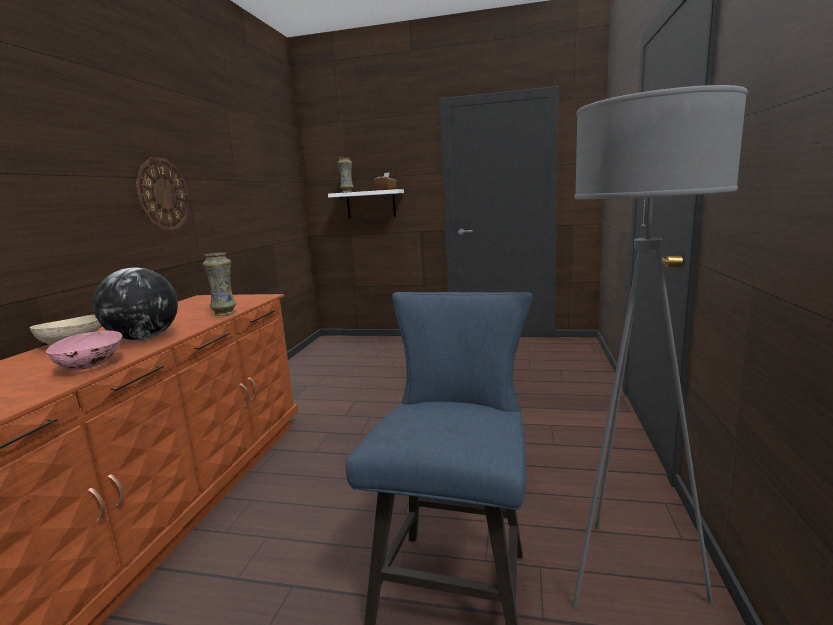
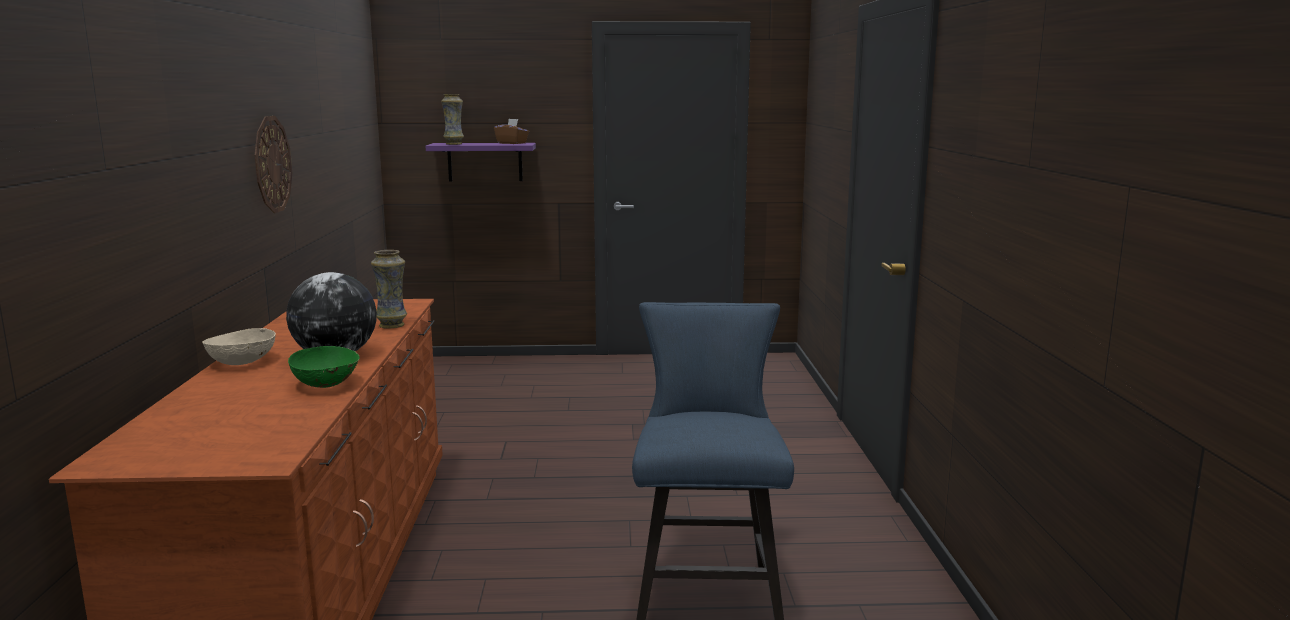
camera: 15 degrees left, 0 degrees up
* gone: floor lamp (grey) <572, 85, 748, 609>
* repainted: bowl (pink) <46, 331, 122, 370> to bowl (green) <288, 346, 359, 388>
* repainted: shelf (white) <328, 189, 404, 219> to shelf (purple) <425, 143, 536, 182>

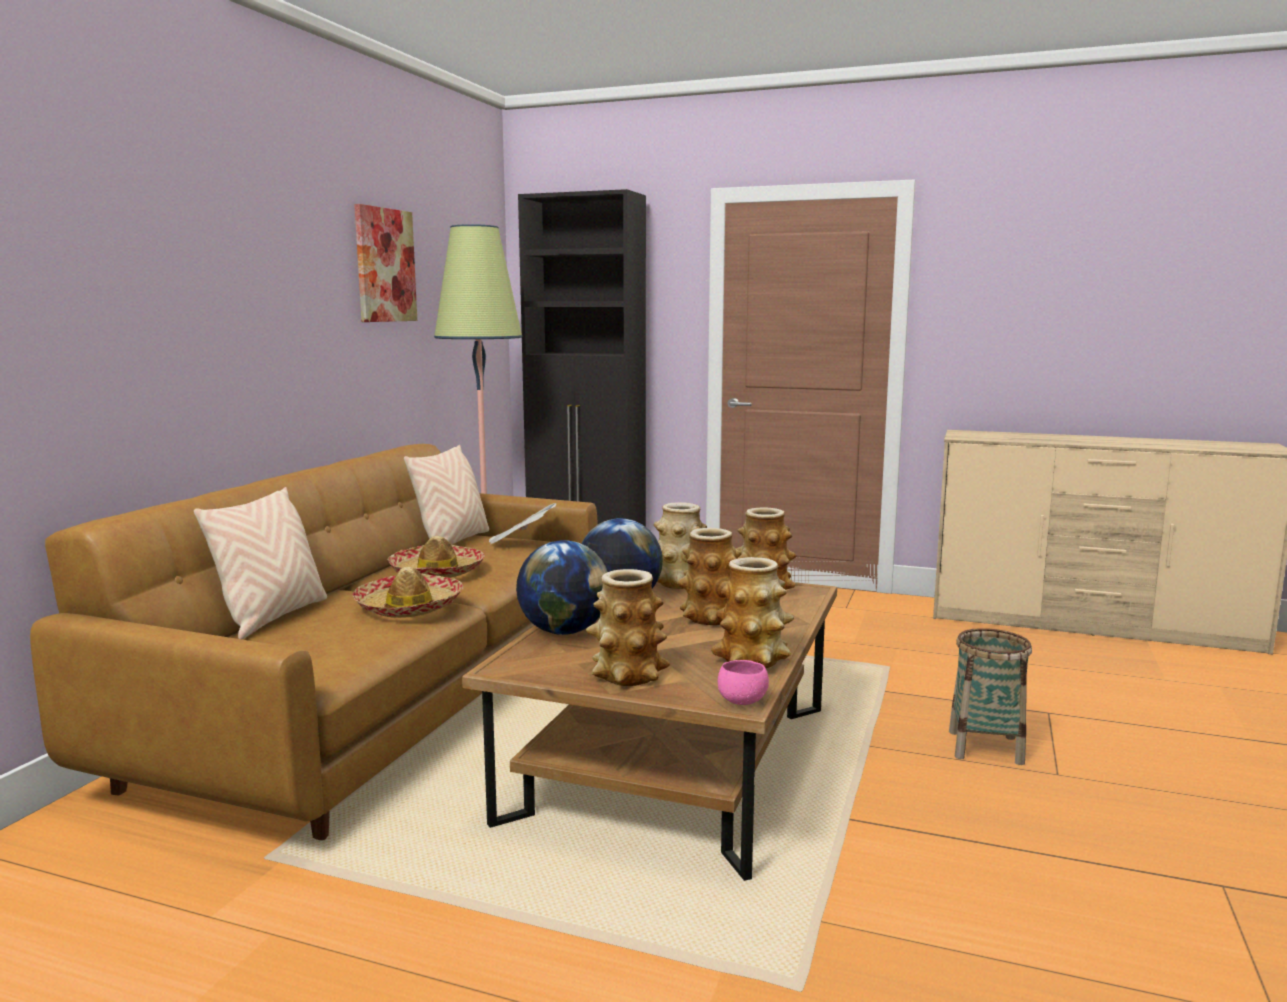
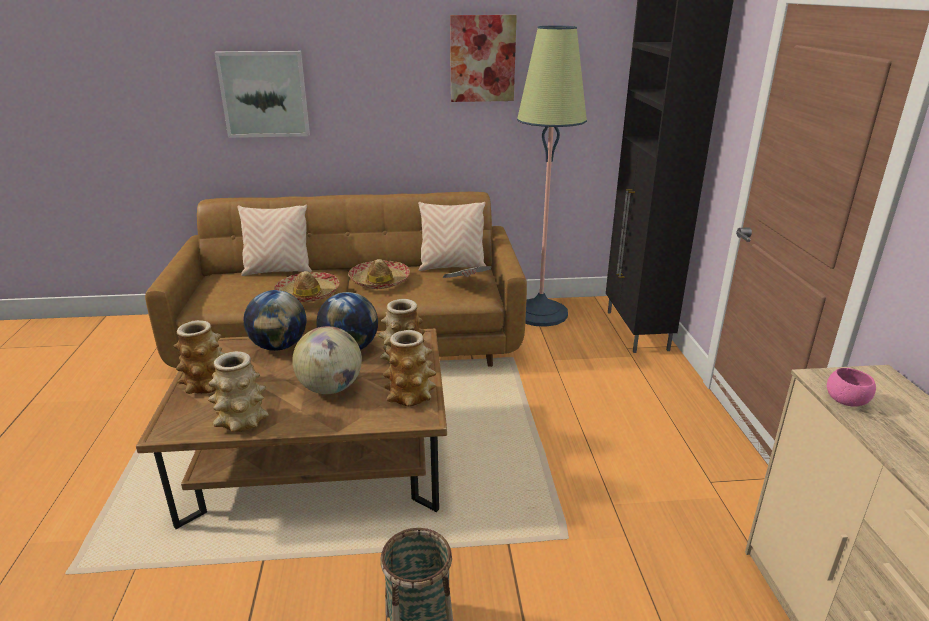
camera: 65 degrees right, 15 degrees up
* new: picture <214, 51, 310, 138>
* shifted: bowl (pink) <718, 660, 769, 705> to <827, 368, 876, 407>
* swapped: vase <677, 528, 742, 625> to globe <292, 326, 362, 394>

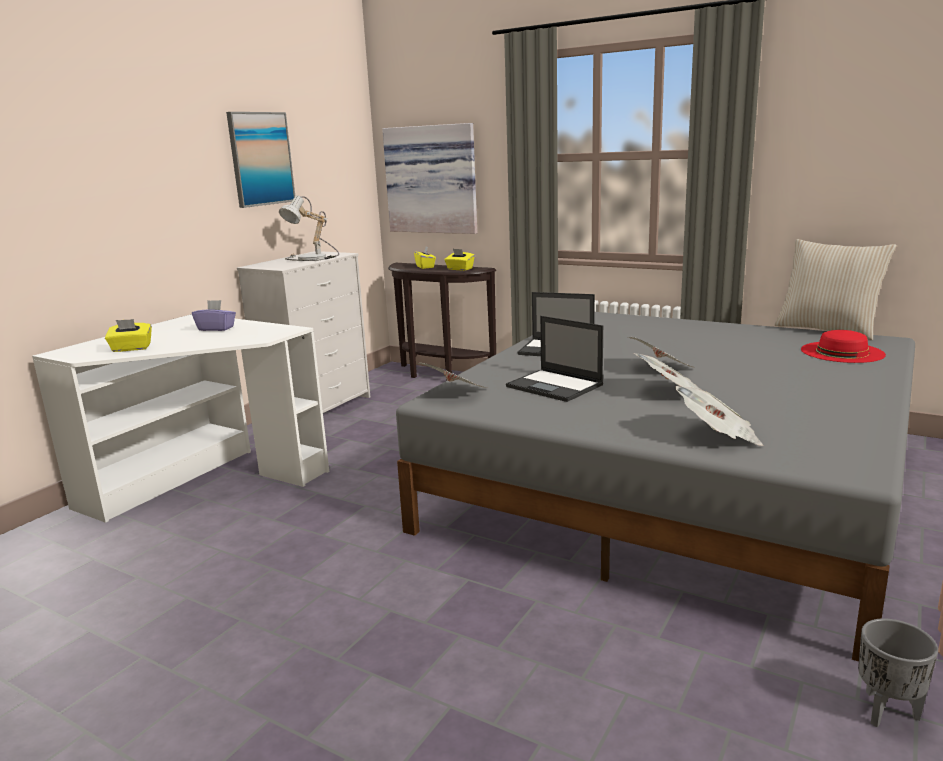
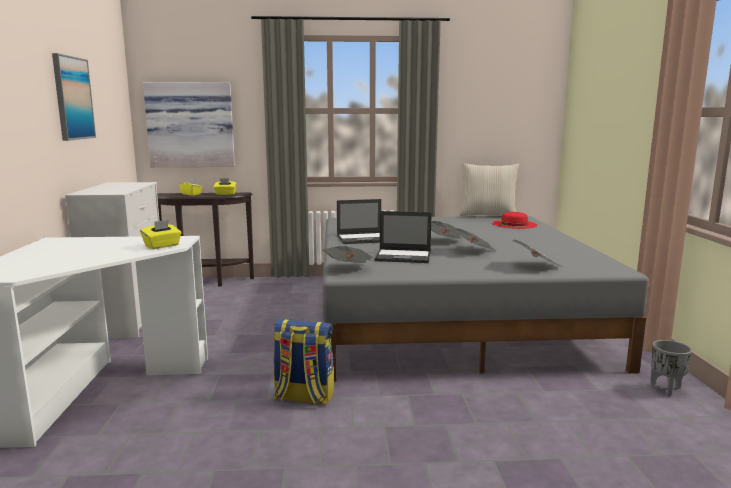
camera: 35 degrees left, 5 degrees down
* gone: tissue box (purple) <192, 300, 236, 331>
* gone: table lamp <279, 195, 339, 261>
* new: backpack <273, 319, 334, 405>
* shifted: tissue box (yellow) <105, 319, 152, 352> to <140, 220, 182, 249>

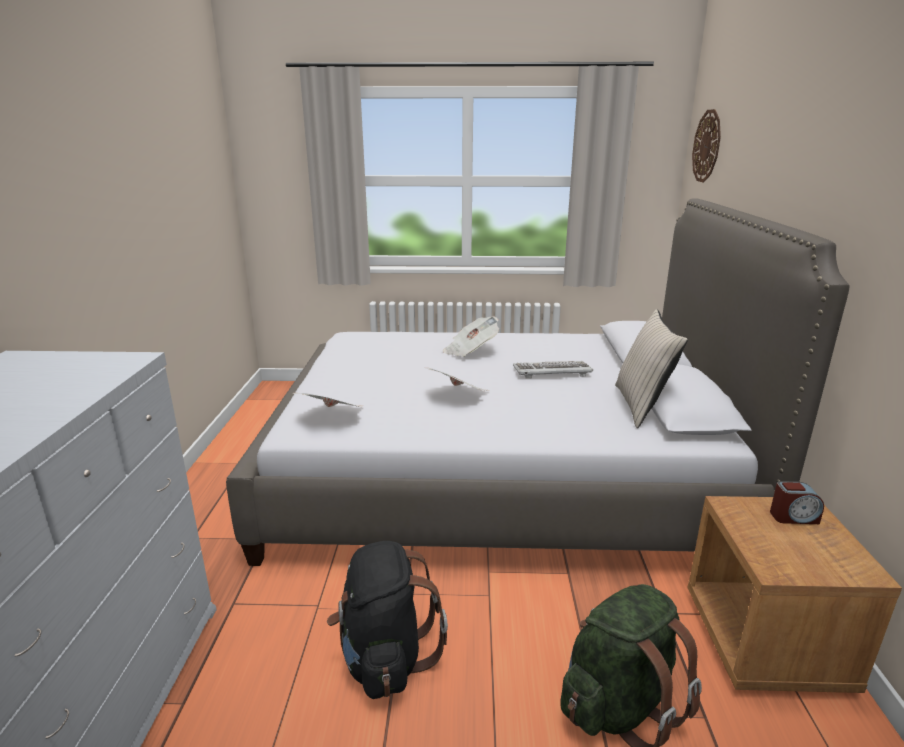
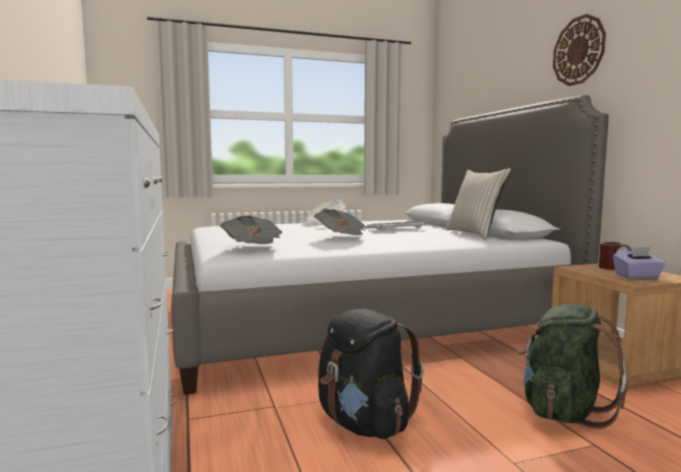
camera: 20 degrees left, 15 degrees down
* new: tissue box (purple) <613, 247, 665, 279>
* shifted: wall clock <692, 109, 721, 182> to <553, 14, 606, 86>

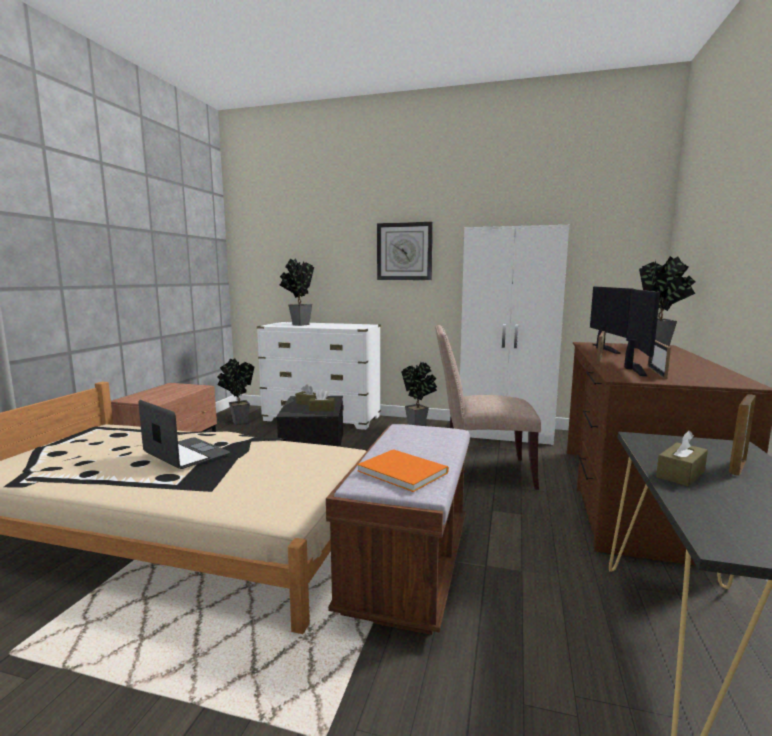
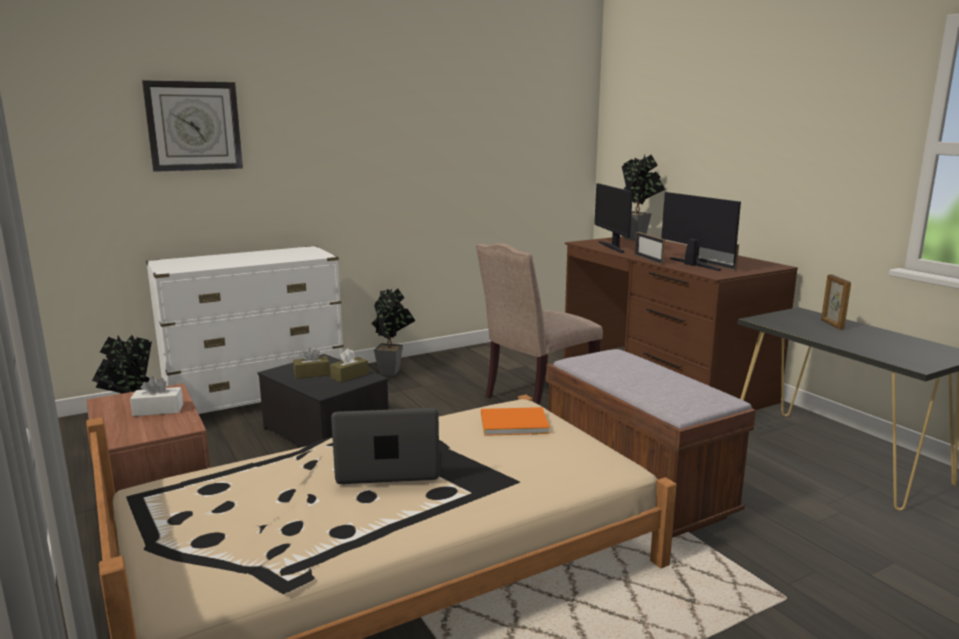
camera: 45 degrees left, 5 degrees up
* gone: potted plant <280, 258, 314, 326>
* gone: wardrobe (white) <460, 225, 569, 445>
* gone: tissue box (brown) <656, 431, 708, 486>
* new: tissue box (white) <130, 376, 183, 416>
* shifted: book (orange) <357, 449, 449, 492> to <481, 407, 550, 436>
* shifted: wall clock <377, 222, 433, 280> to <142, 80, 243, 172>
* rotated: monitor <590, 287, 632, 354> = <594, 183, 633, 253> 150 degrees counterclockwise

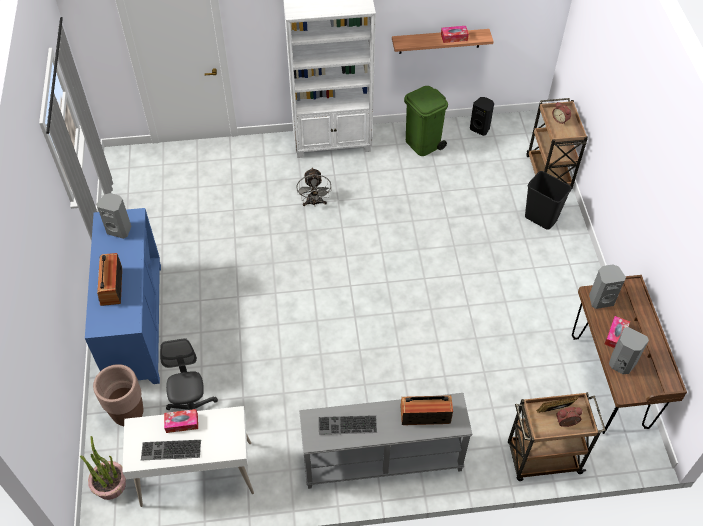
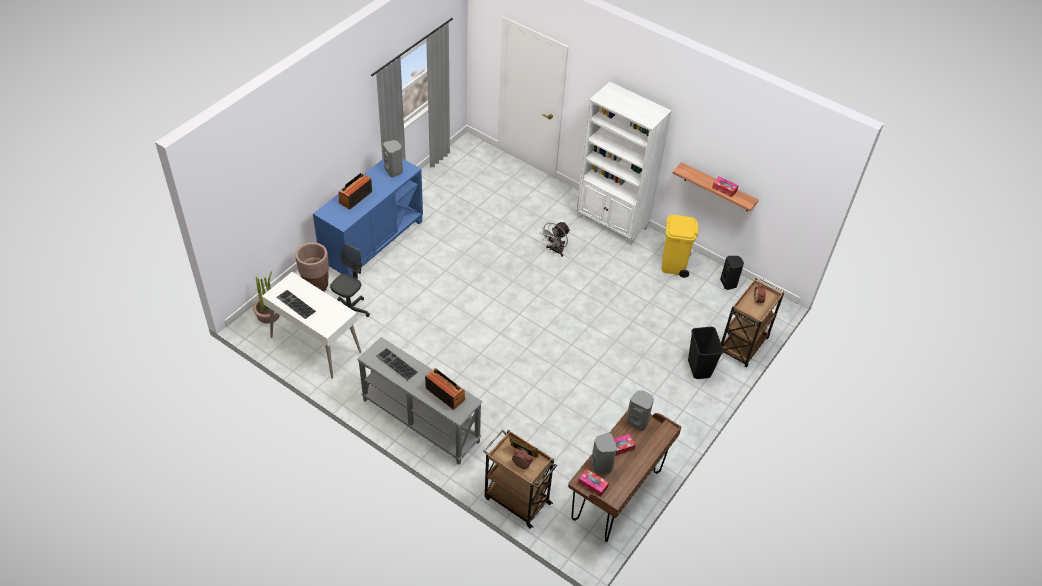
camera: 40 degrees right, 5 degrees down
* shifted: tissue box <164, 409, 198, 433> to <578, 469, 609, 497>
* repainted: trash can (green) <404, 86, 448, 156> to trash can (yellow) <661, 215, 699, 278>

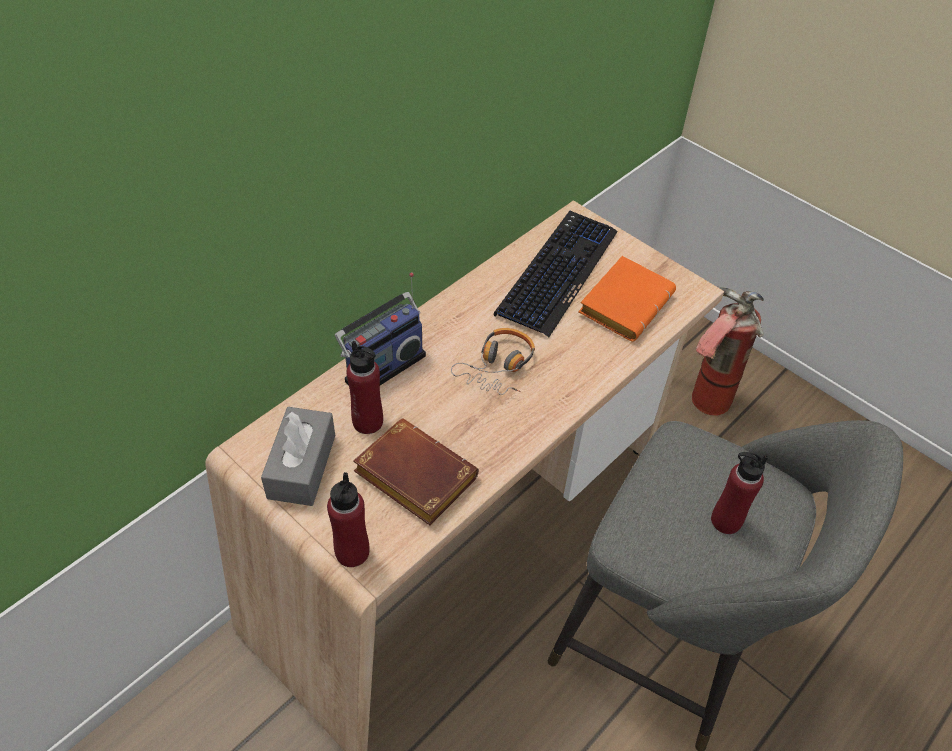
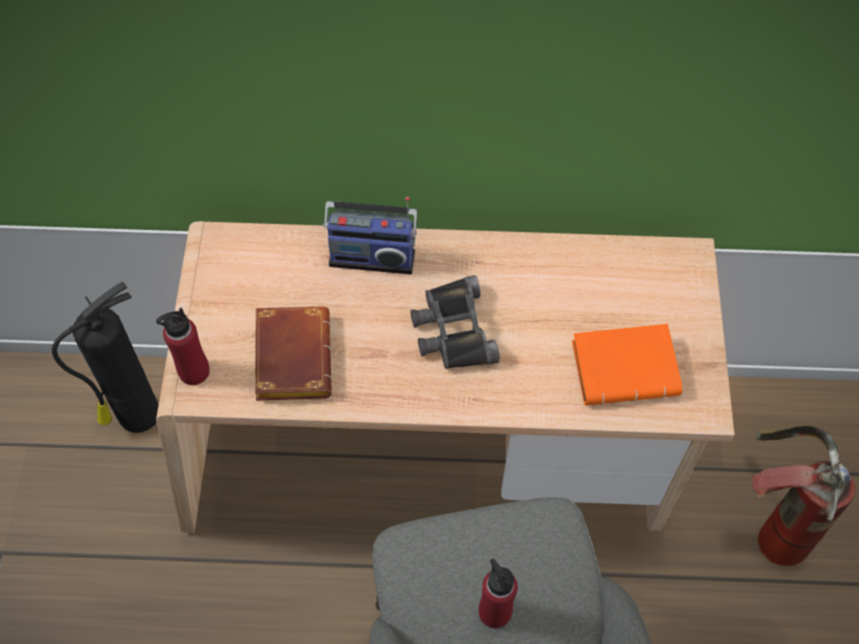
camera: 50 degrees right, 10 degrees up
* gone: tissue box (grey) <261, 407, 335, 506>
* gone: bottle (red) <347, 341, 383, 434>
* gone: keyboard <493, 211, 618, 337>
* new: fire extinguisher <52, 282, 159, 433>
* swapped: headphones <451, 328, 535, 395> to binoculars (black) <411, 275, 500, 369>

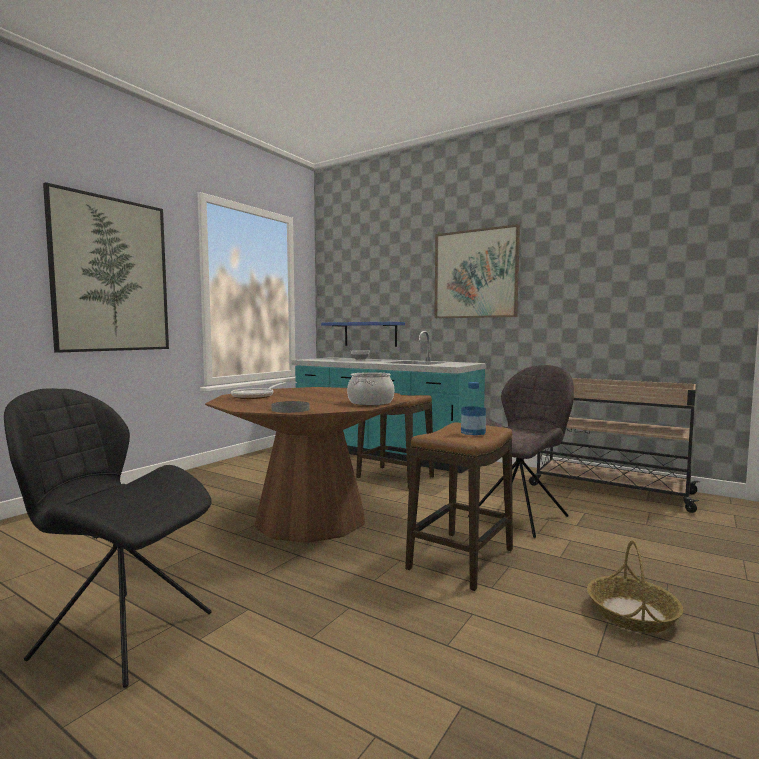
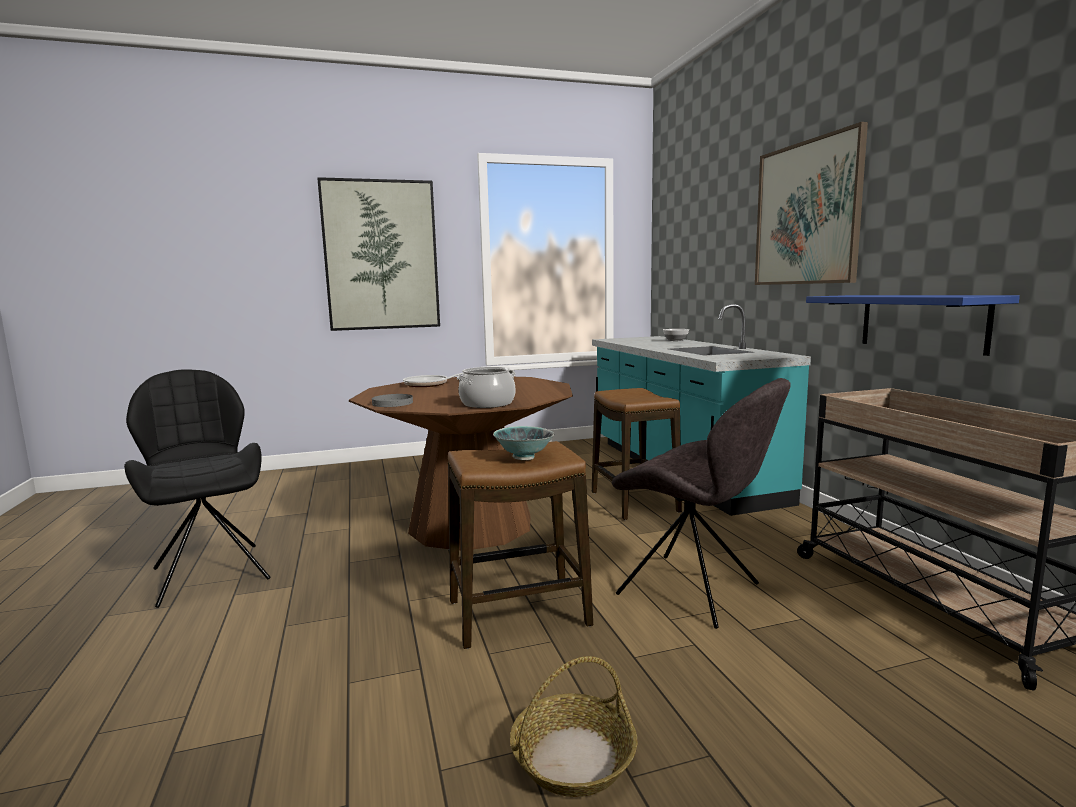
camera: 40 degrees right, 5 degrees up
* shifted: shelf (blue) <321, 322, 405, 347> to <806, 295, 1020, 356>
* swapped: bottle <461, 382, 486, 435> to bowl <493, 426, 554, 460>
* rotated: chair (grey) <468, 365, 574, 538> = <611, 378, 791, 629> 45 degrees clockwise

